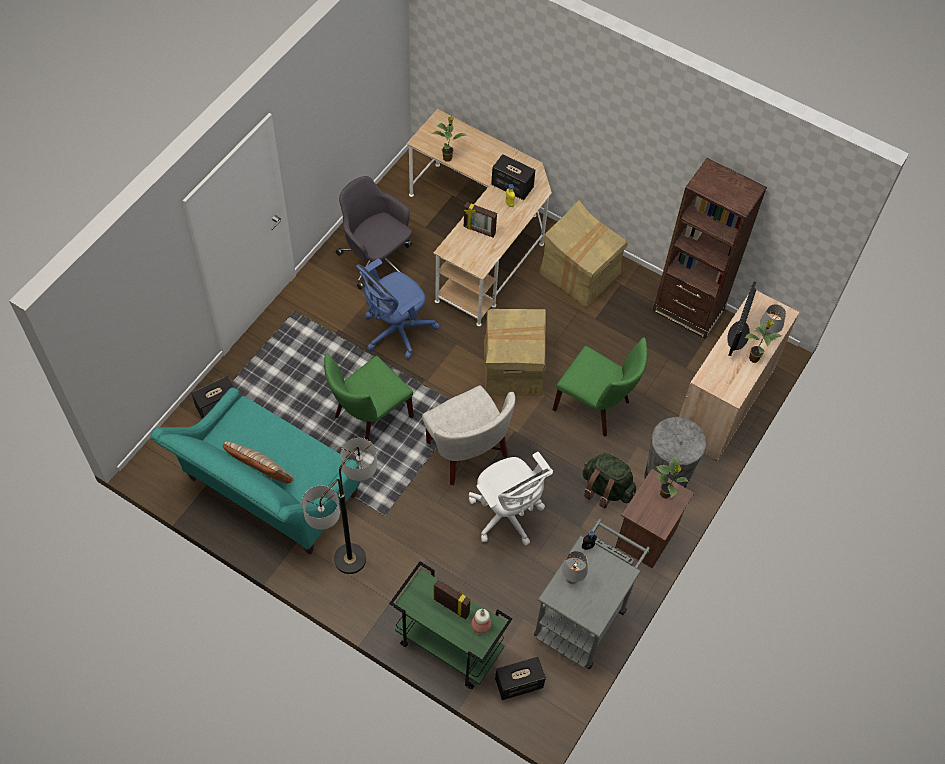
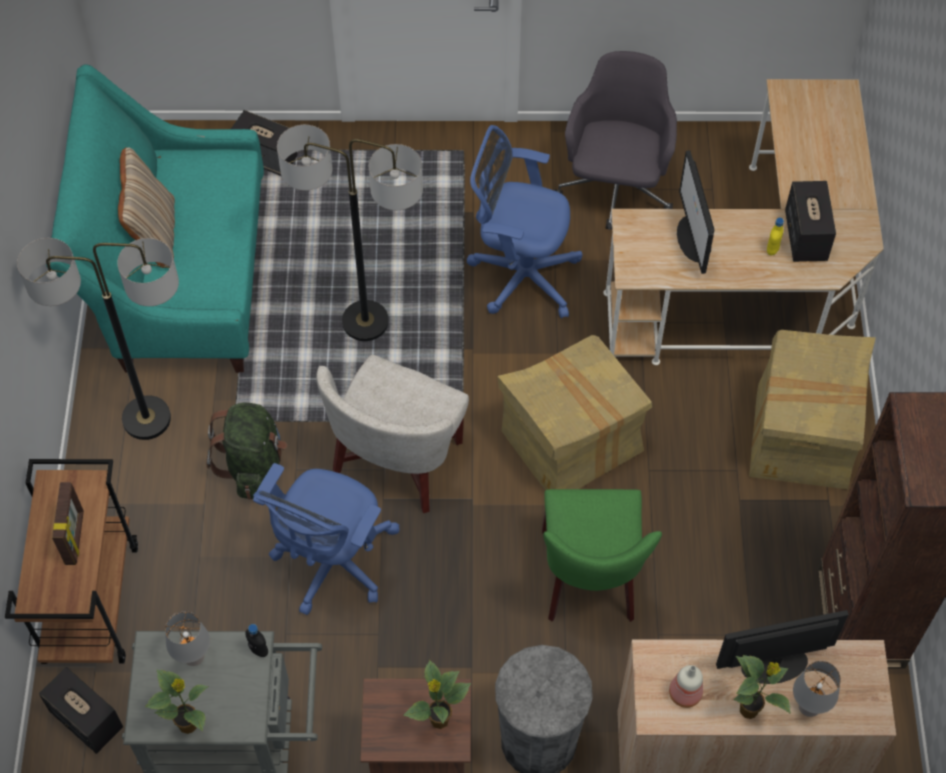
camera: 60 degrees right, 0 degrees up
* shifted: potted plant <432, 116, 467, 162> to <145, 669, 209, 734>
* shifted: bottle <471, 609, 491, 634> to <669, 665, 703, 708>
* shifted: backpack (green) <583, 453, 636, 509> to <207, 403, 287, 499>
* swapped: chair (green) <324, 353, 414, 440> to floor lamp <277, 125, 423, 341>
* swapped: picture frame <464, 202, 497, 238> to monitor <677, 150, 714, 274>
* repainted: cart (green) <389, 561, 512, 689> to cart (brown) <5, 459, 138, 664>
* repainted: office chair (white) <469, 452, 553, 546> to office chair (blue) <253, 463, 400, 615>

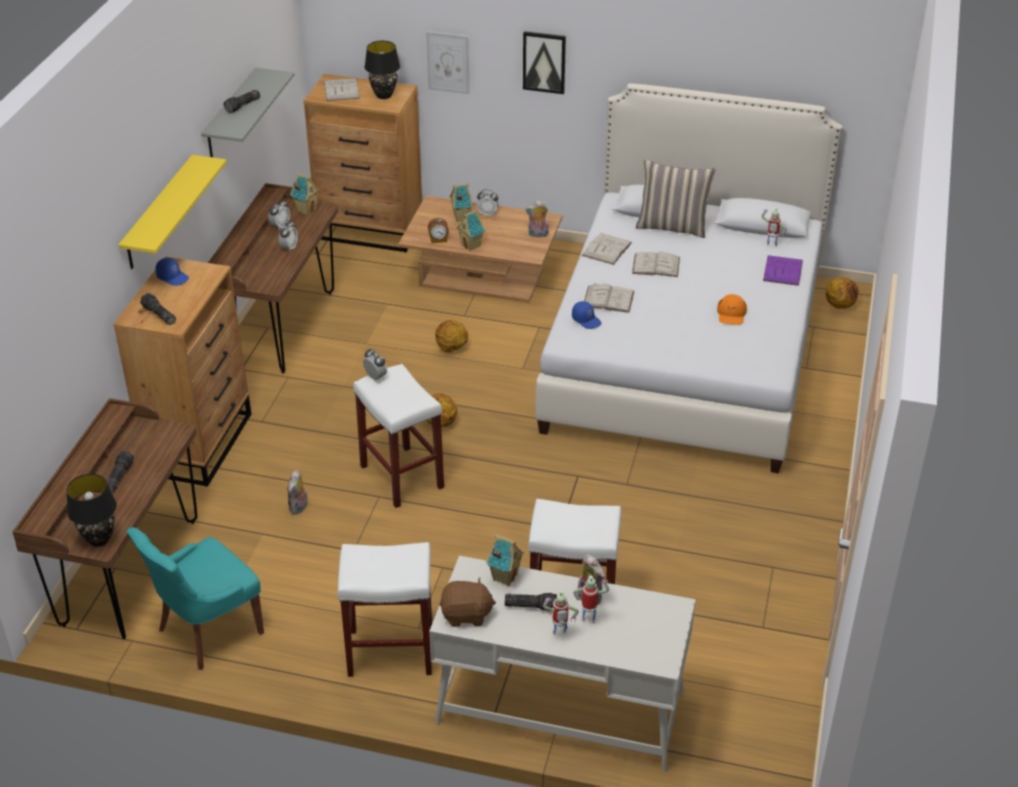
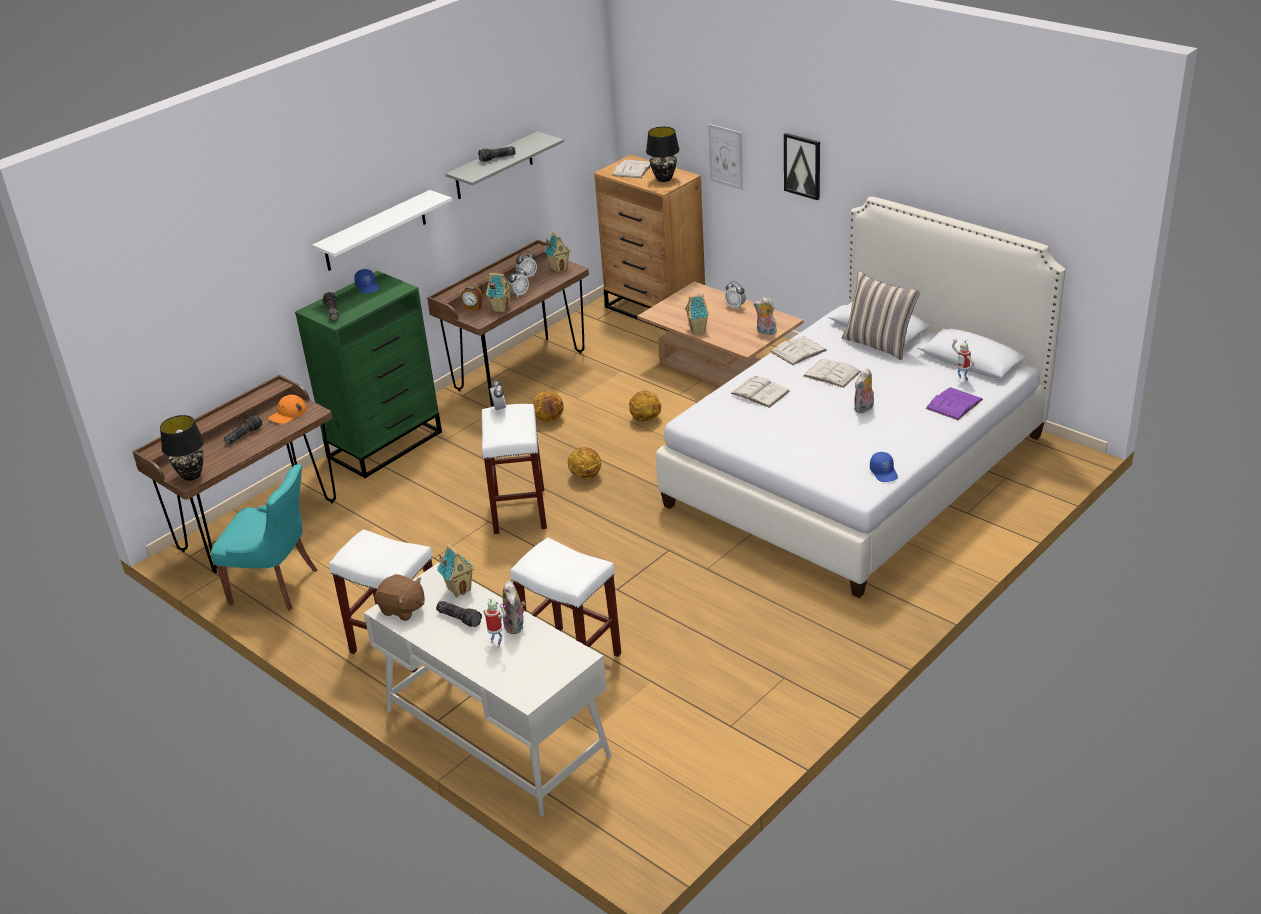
camera: 30 degrees right, 5 degrees down
* gone: toy robot <543, 590, 579, 635>
* shifted: plush toy <287, 470, 308, 515> to <854, 368, 874, 413>
* shifted: alarm clock <428, 218, 449, 243> to <461, 285, 483, 311>
* shifted: toy house <450, 184, 473, 222> to <486, 273, 512, 312>
* shifted: cap (blue) <572, 301, 601, 329> to <870, 452, 898, 482>
* shifted: cap (orange) <717, 294, 747, 325> to <268, 395, 306, 424>
* shifted: basketball <826, 277, 858, 309> to <533, 391, 564, 422>
* repainted: dresser (brown) <113, 257, 252, 487> to dresser (green) <295, 271, 442, 478>
* repainted: shelf (yellow) <118, 155, 227, 269> to shelf (white) <312, 190, 452, 271>
* rotated: chair (turquoise) <126, 527, 264, 670> = <211, 464, 318, 610> 150 degrees counterclockwise

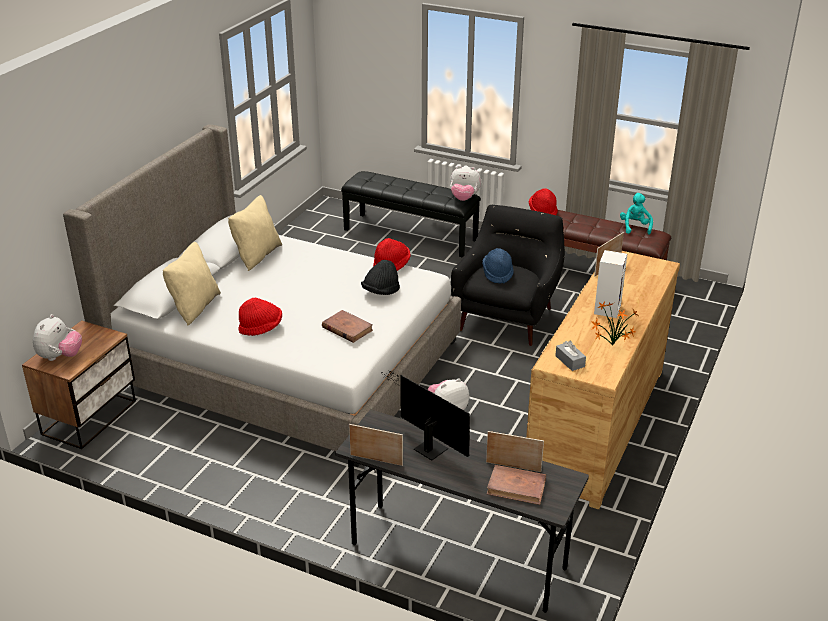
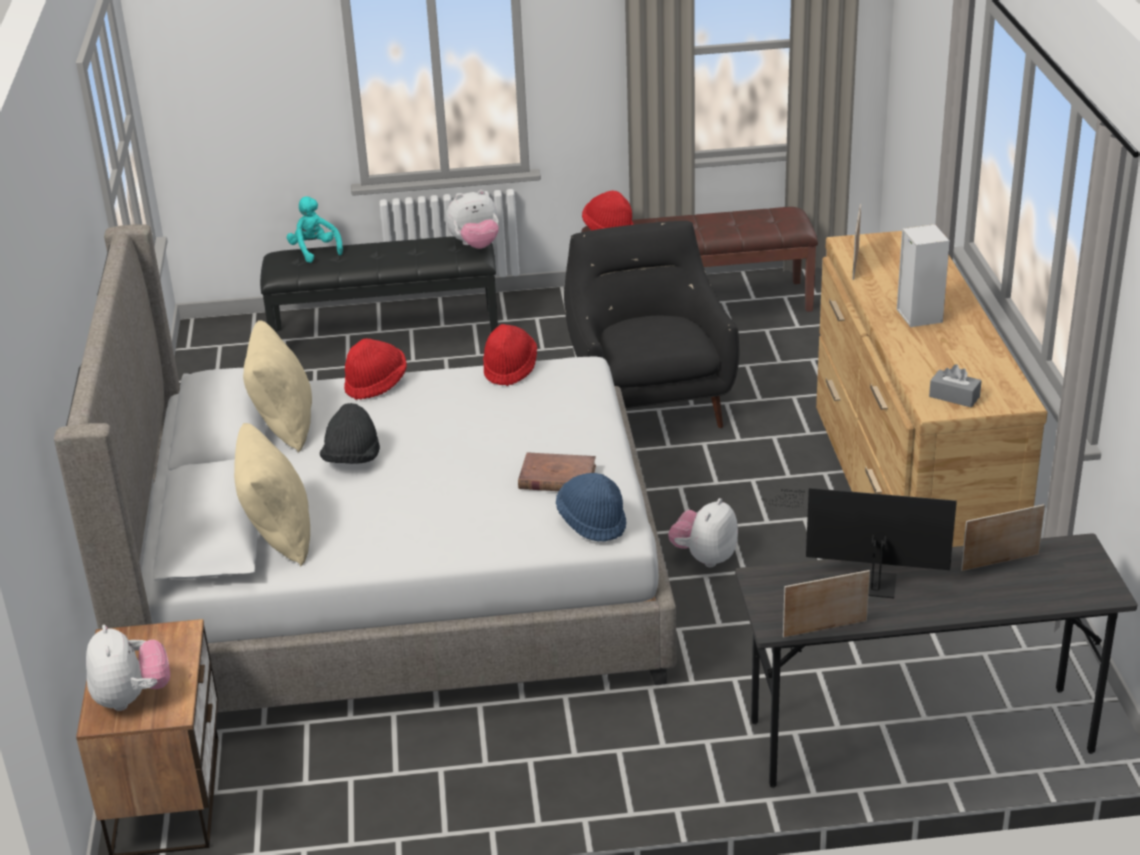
camera: 30 degrees left, 0 degrees up
* gone: book (brown) <487, 465, 546, 505>
* gone: potted plant <591, 302, 638, 346>
* shifted: hat (red) <238, 298, 282, 336> to <344, 338, 407, 400>
* shifted: hat (black) <361, 260, 400, 295> to <320, 403, 380, 464>
* shifted: hat (blue) <482, 248, 514, 283> to <556, 473, 627, 542>
* shifted: plush toy (turquoise) <620, 193, 653, 235> to <287, 196, 343, 263>

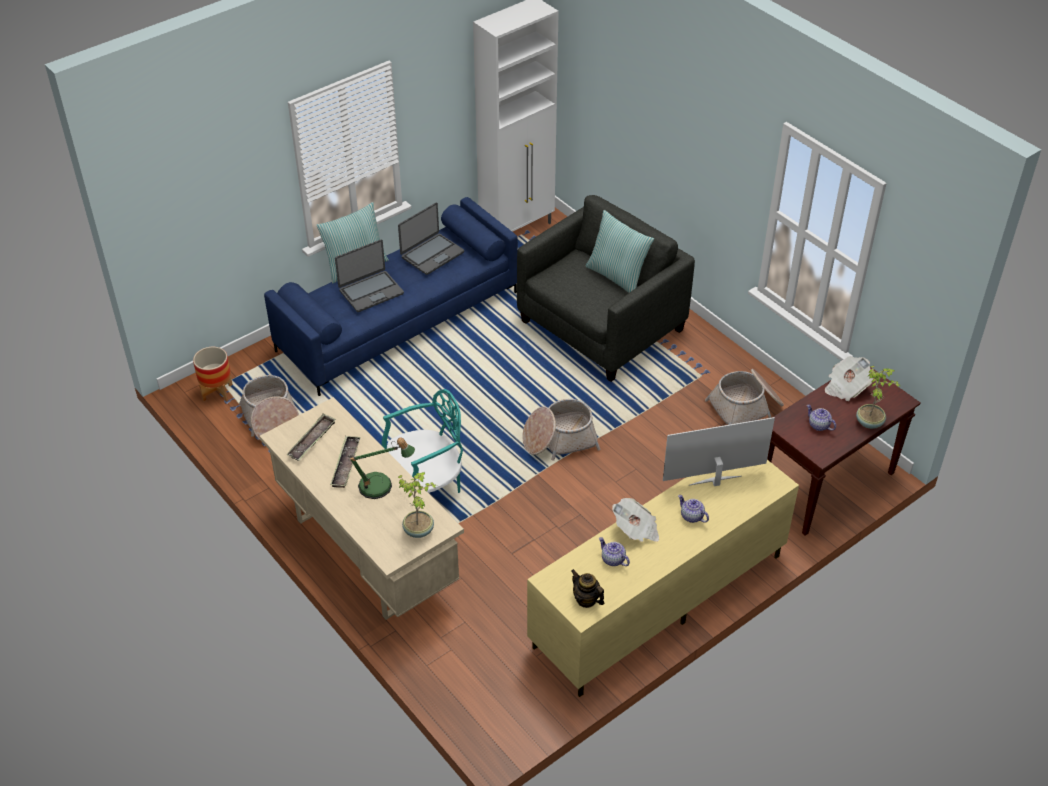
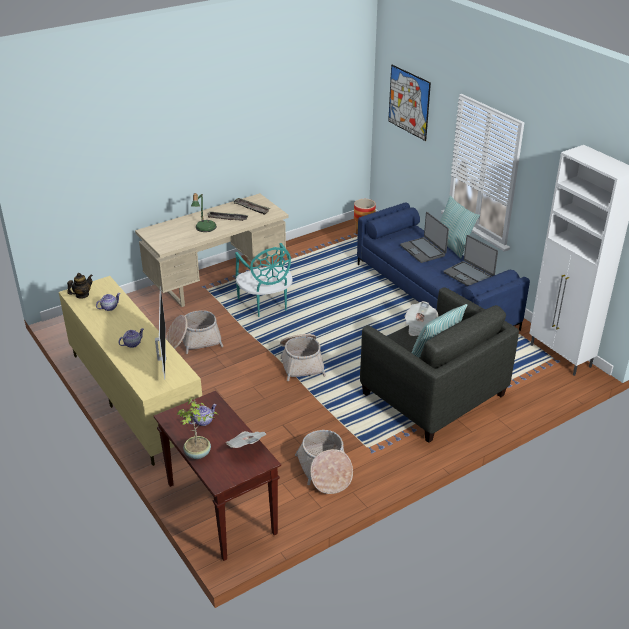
camera: 95 degrees right, 10 degrees down
* gone: potted plant <398, 472, 437, 538>
* new: picture <388, 65, 431, 141>
* shifted: basket <239, 375, 299, 441> to <166, 310, 224, 354>
* shifted: newspaper <612, 498, 659, 542> to <405, 301, 438, 336>

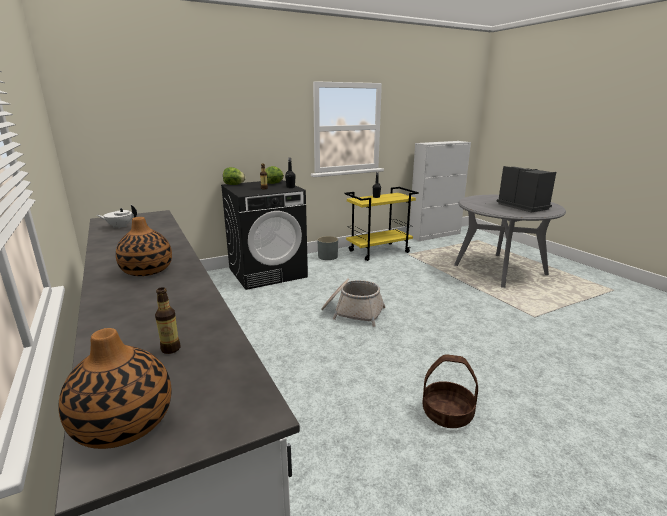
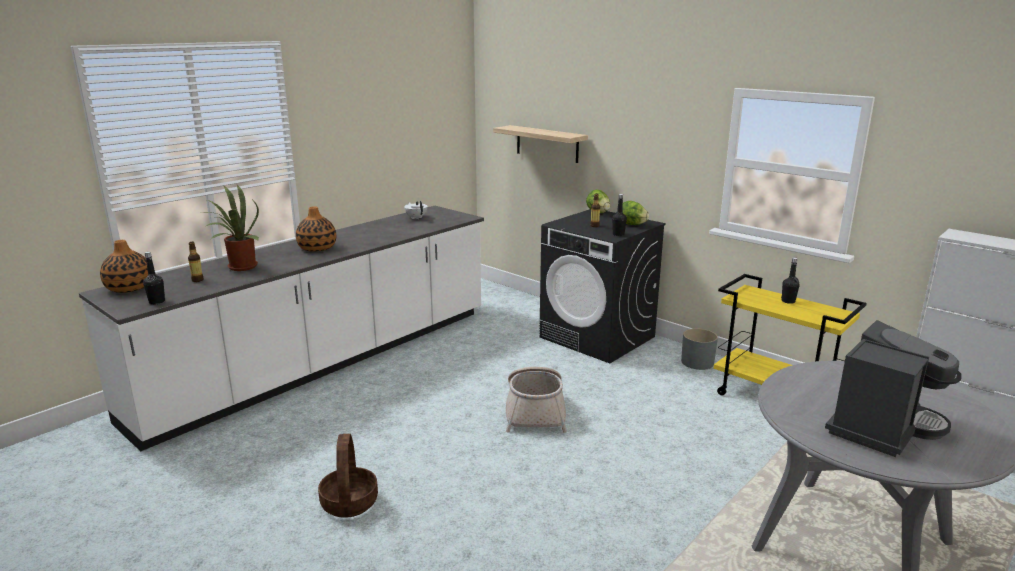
camera: 70 degrees right, 0 degrees up
* new: bottle (black) <143, 252, 165, 304>
* new: potted plant <201, 185, 259, 271>
* new: shelf <493, 125, 588, 163>

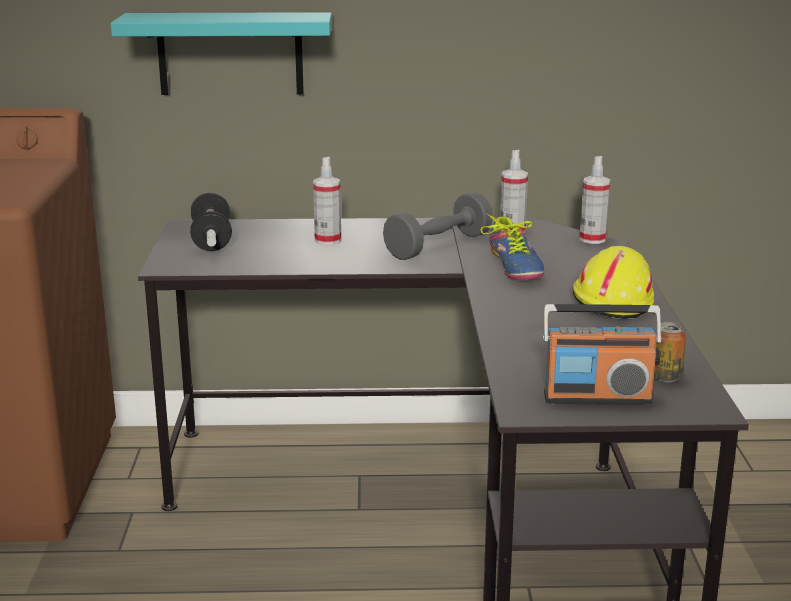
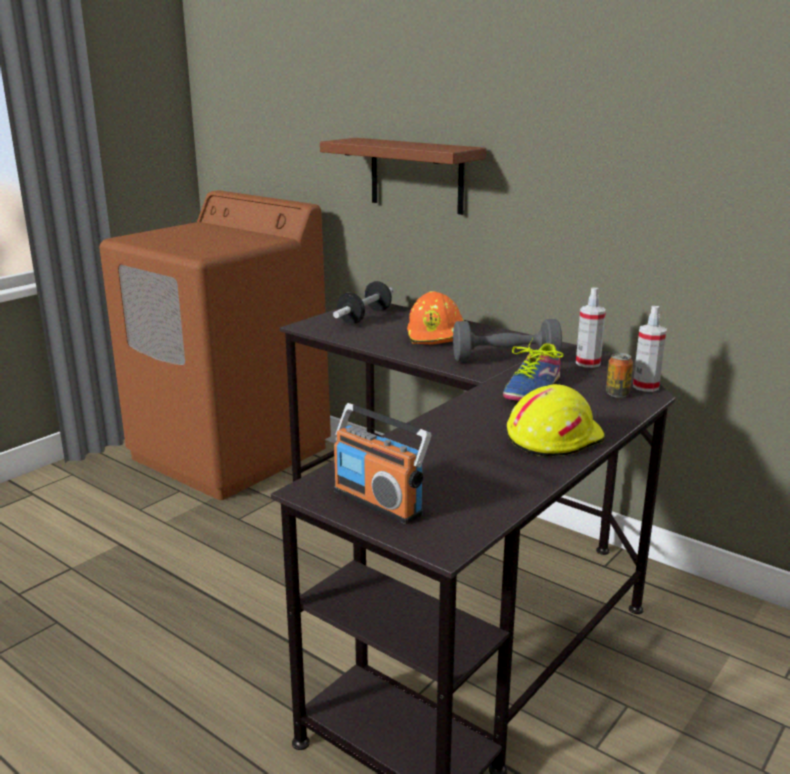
camera: 40 degrees right, 0 degrees up
* shifted: can <654, 322, 686, 383> to <606, 353, 633, 398>
* swapped: spray bottle <313, 157, 341, 245> to hard hat (orange) <407, 291, 464, 345>
* repainted: shelf (turquoise) <111, 12, 332, 95> to shelf (brown) <320, 138, 486, 215>

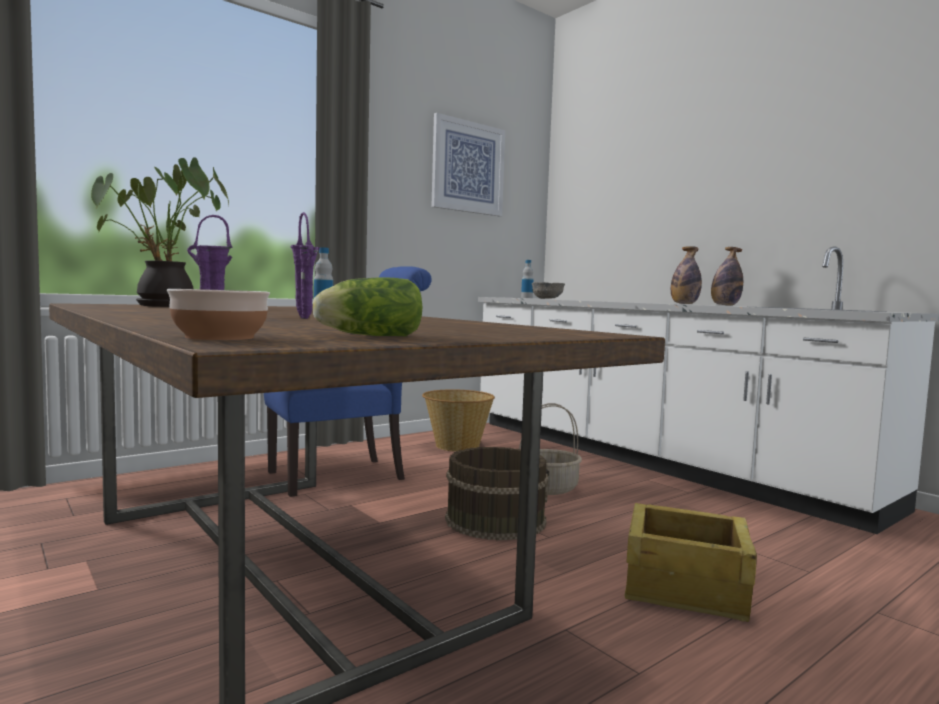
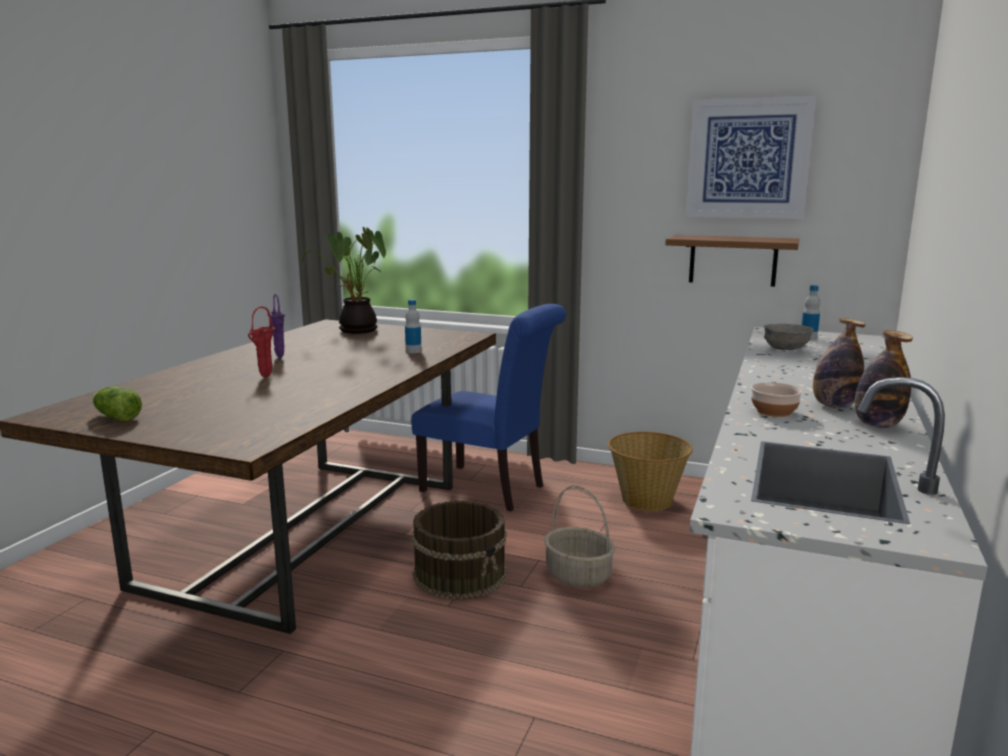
camera: 60 degrees right, 10 degrees up
* gone: crate <625, 503, 757, 622>
* new: shelf (brown) <665, 235, 799, 287>
* shifted: bowl <167, 289, 270, 340> to <751, 382, 802, 417>
* repainted: vase (purple) <290, 212, 320, 319> to vase (red) <248, 306, 275, 378>

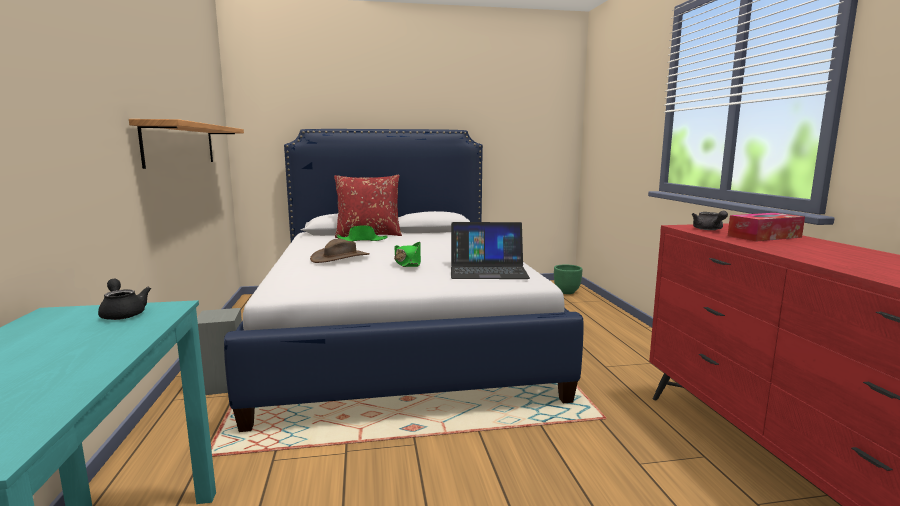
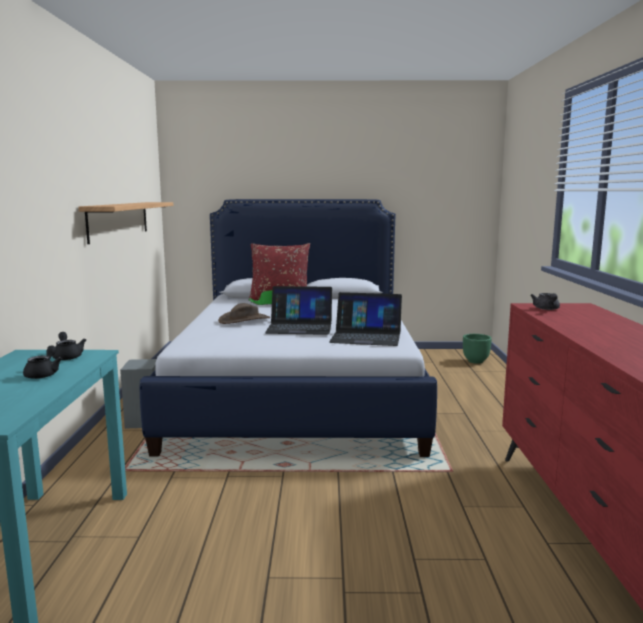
camera: 10 degrees right, 0 degrees up
* gone: tissue box <728, 213, 805, 241>
* new: teapot (black) <23, 345, 62, 379>
* swapped: hat (green) <394, 242, 421, 267> to laptop <265, 286, 332, 335>

